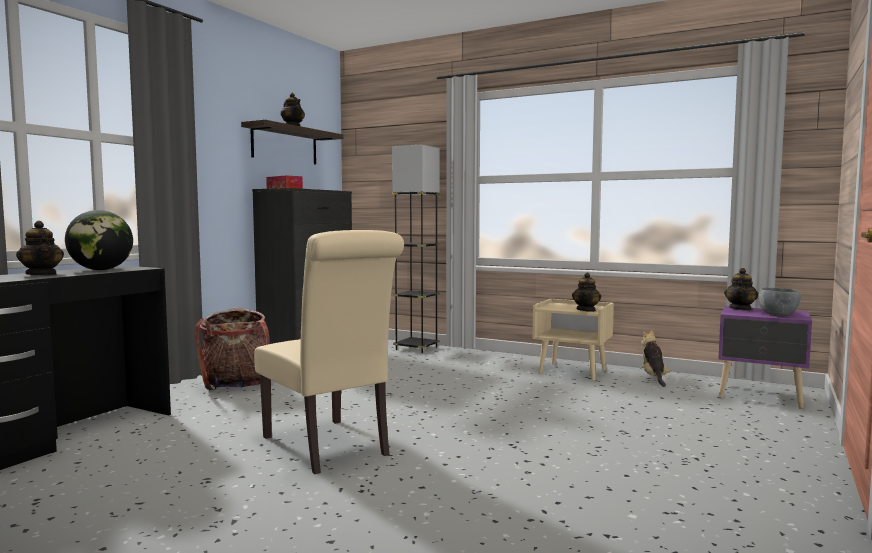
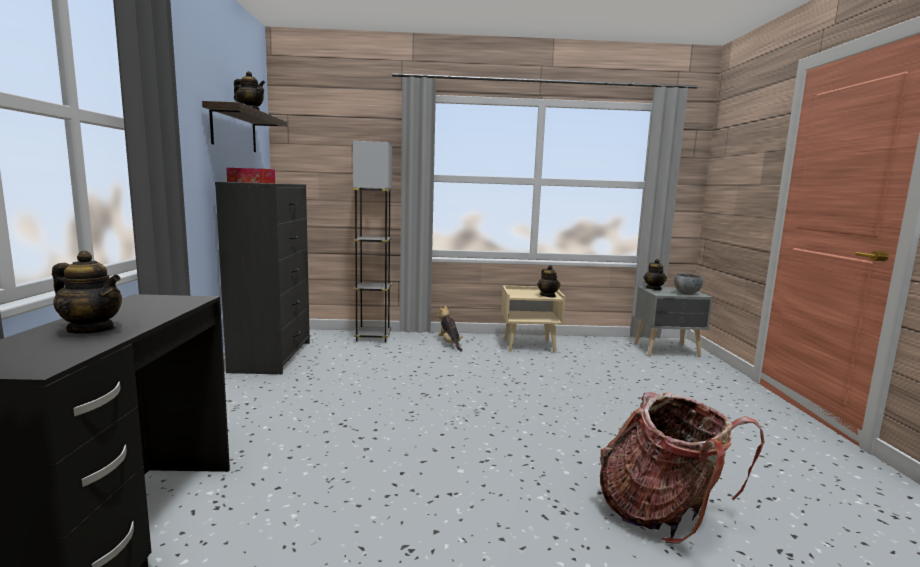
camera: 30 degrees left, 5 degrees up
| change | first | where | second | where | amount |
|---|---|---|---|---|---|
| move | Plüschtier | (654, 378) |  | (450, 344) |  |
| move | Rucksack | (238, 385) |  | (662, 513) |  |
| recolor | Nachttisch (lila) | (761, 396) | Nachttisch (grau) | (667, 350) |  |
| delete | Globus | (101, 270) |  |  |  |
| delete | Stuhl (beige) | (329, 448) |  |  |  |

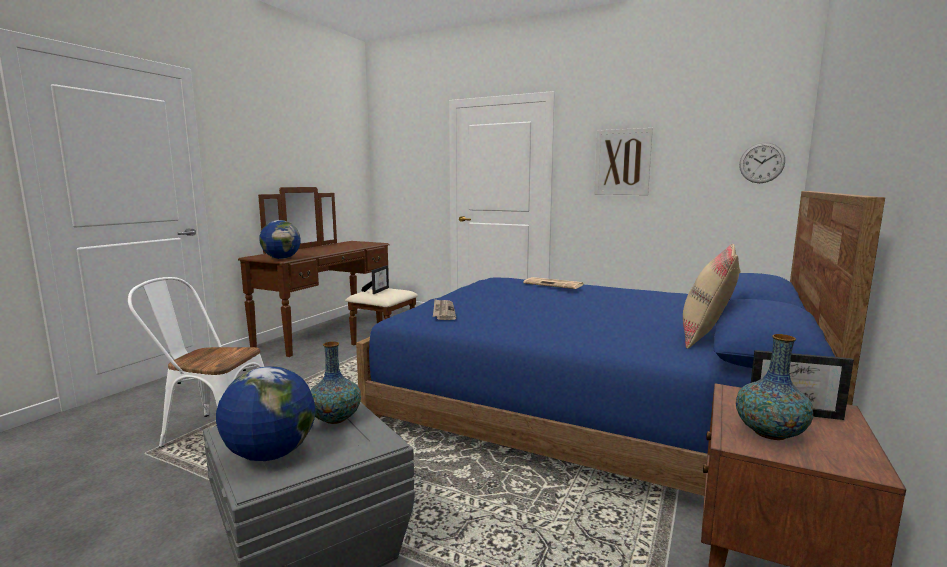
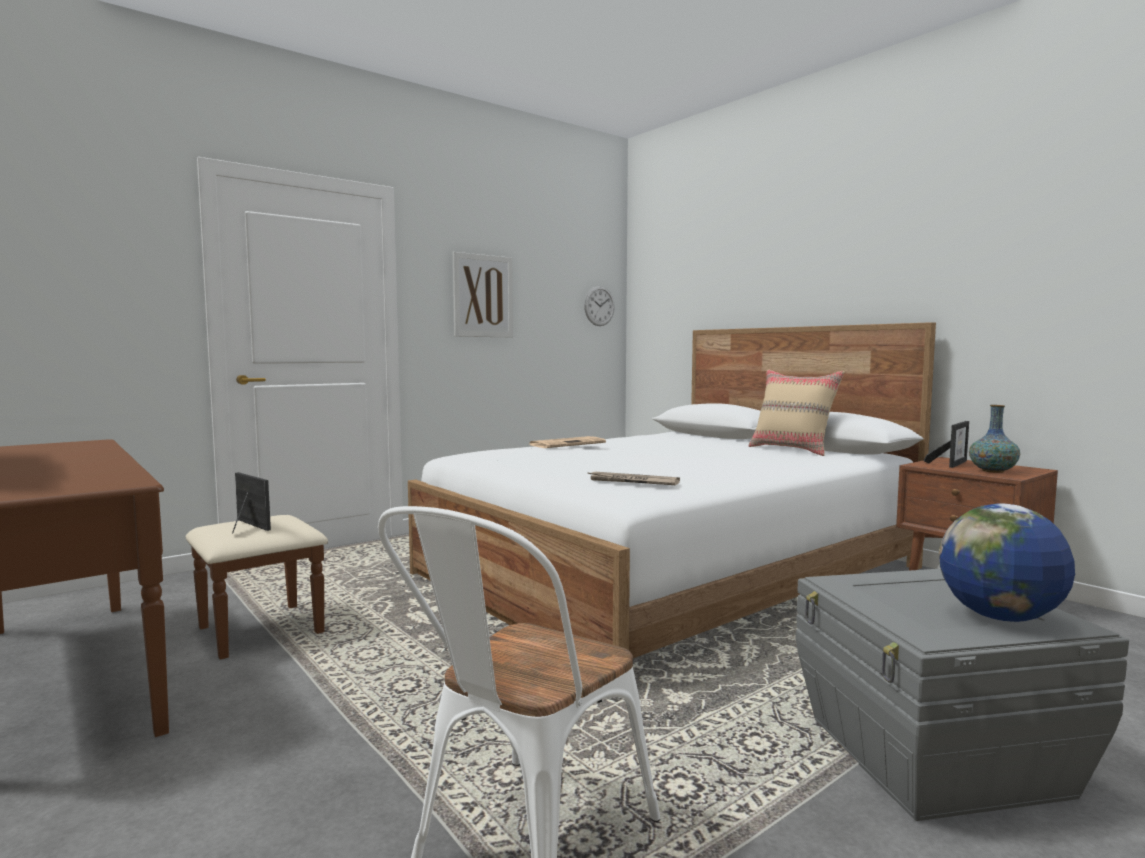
camera: 65 degrees left, 5 degrees down
| change | first | where | second | where | amount |
|---|---|---|---|---|---|
| recolor | Bett (blau) | (589, 408) | Bett (weiß) | (671, 571) |  |
| delete | Globus | (281, 258) |  |  |  |
| delete | Vase | (335, 418) |  |  |  |

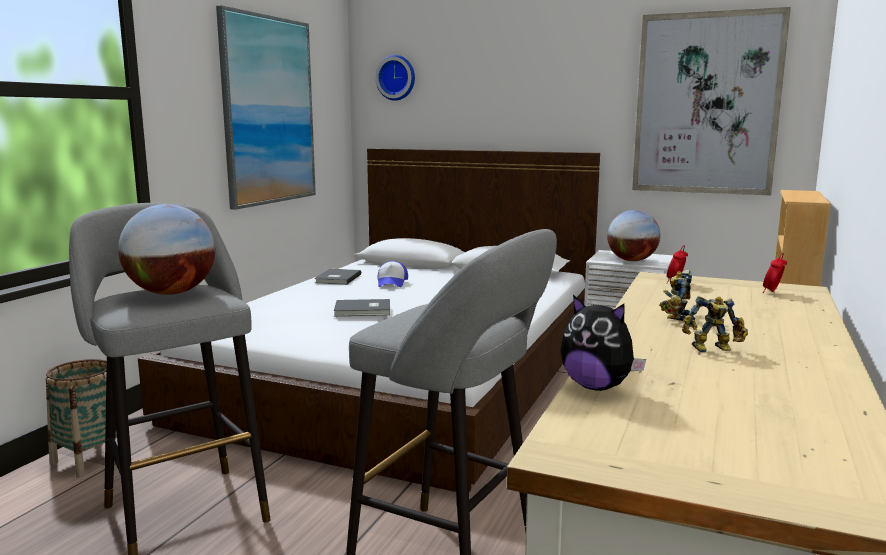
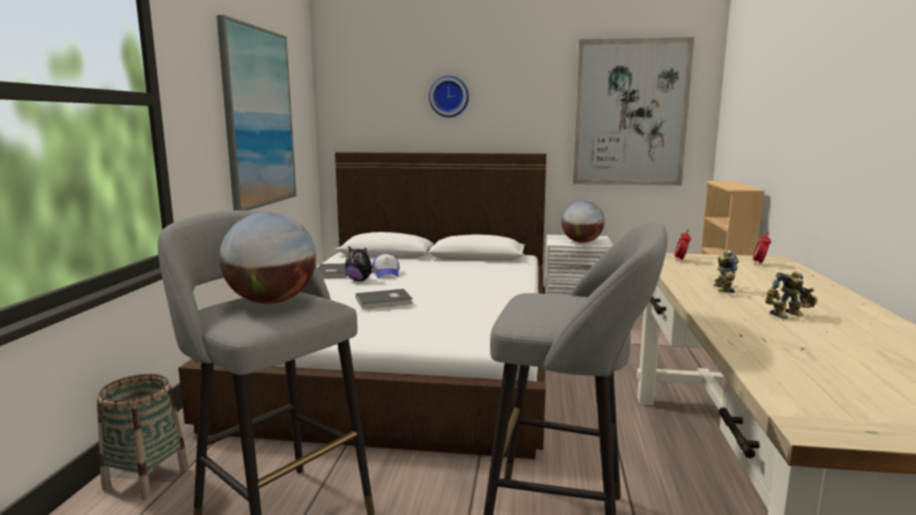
camera: 15 degrees left, 0 degrees up
| change | first | where | second | where | amount |
|---|---|---|---|---|---|
| move | Plüschtier | (597, 386) |  | (360, 280) |  |
| move | Wanduhr | (396, 78) |  | (449, 96) |  |

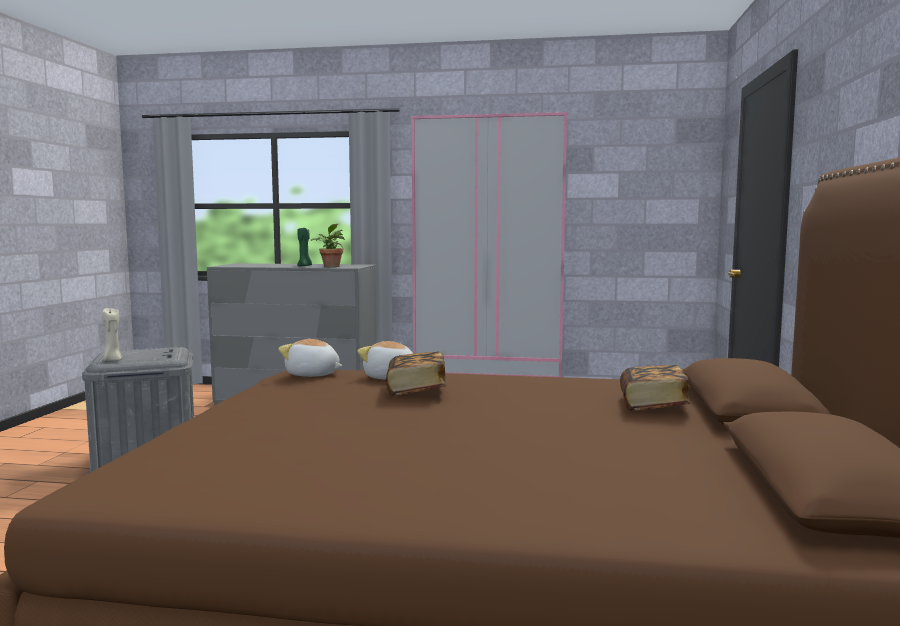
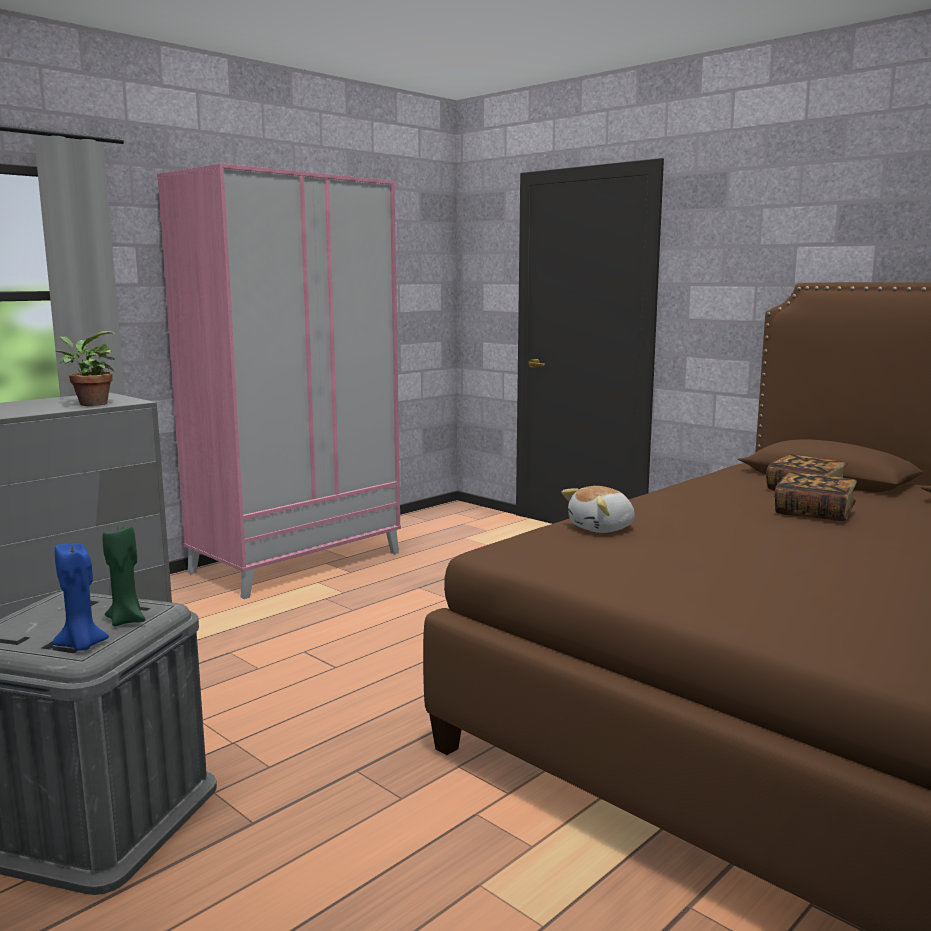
camera: 55 degrees left, 5 degrees up
| change | first | where | second | where | amount |
|---|---|---|---|---|---|
| recolor | Kerze (beige) | (112, 360) | Kerze (blau) | (82, 646) |  |
| move | Kerze (grün) | (304, 266) |  | (127, 620) |  |
| move | Buch | (416, 390) |  | (814, 513) |  |
| delete | Plüschtier | (312, 375) |  |  |  |

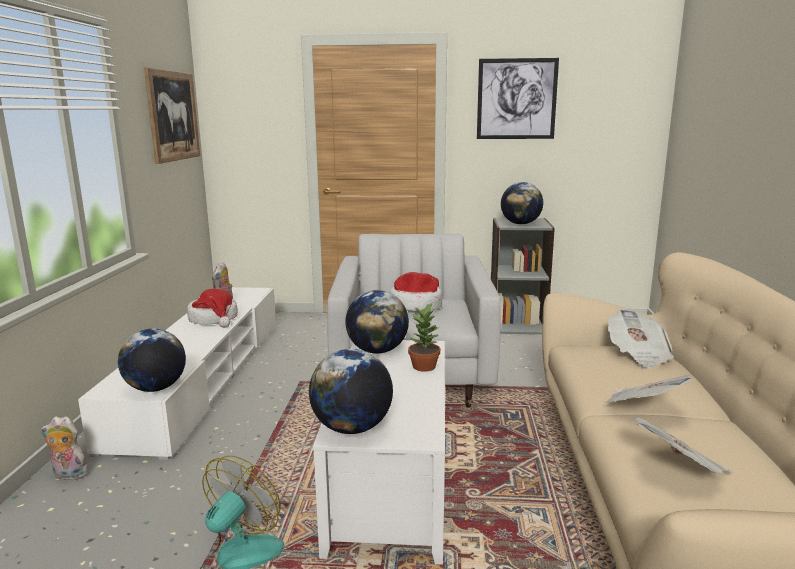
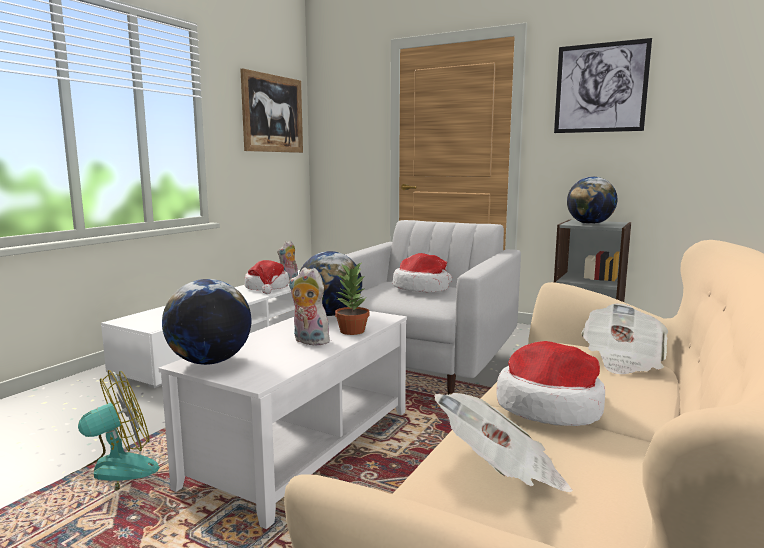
camera: 25 degrees right, 5 degrees down
| change | first | where | second | where | amount |
|---|---|---|---|---|---|
| move | Plüschtier | (68, 475) |  | (308, 341) |  |
| replace | Zeitung | (643, 408) | Hut | (550, 407) |  |
| delete | Globus | (156, 388) |  |  |  |

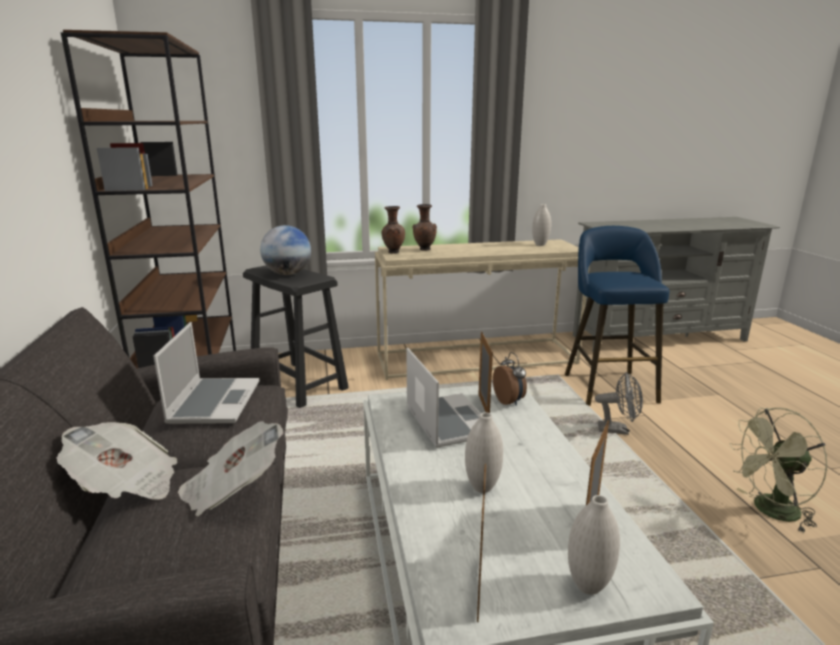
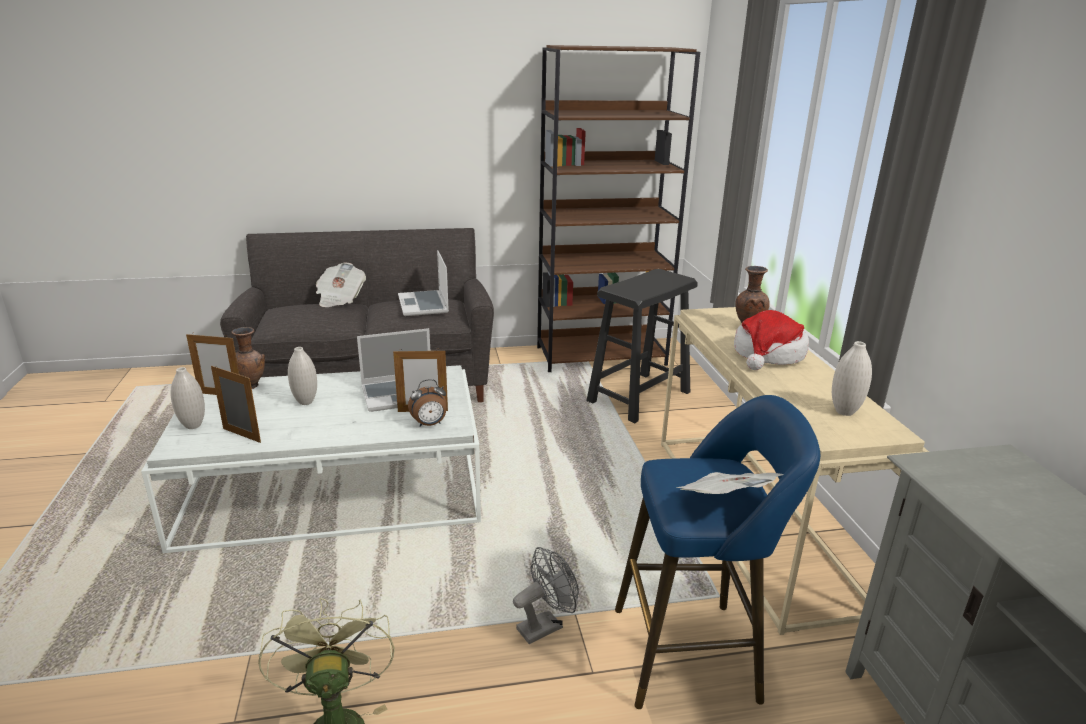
camera: 90 degrees right, 5 degrees up
| change | first | where | second | where | amount |
|---|---|---|---|---|---|
| move | Vase (braun) | (393, 252) |  | (252, 386) |  |
| rotate | Laptop | (214, 402) |  | (424, 305) | 75 degrees clockwise |
| rotate | Ventilator (grau) | (618, 430) |  | (545, 625) | 135 degrees counterclockwise |
| move | Zeitung | (232, 489) |  | (725, 503) |  |
| insert |  |  | Hut | (768, 354) |  |
| delete | Globus | (287, 274) |  |  |  |

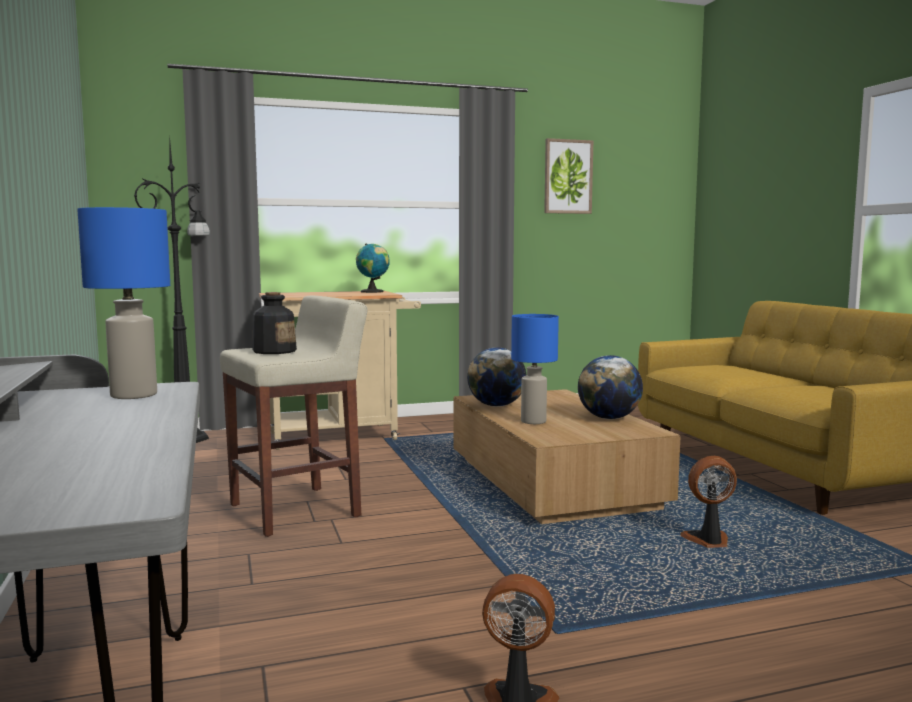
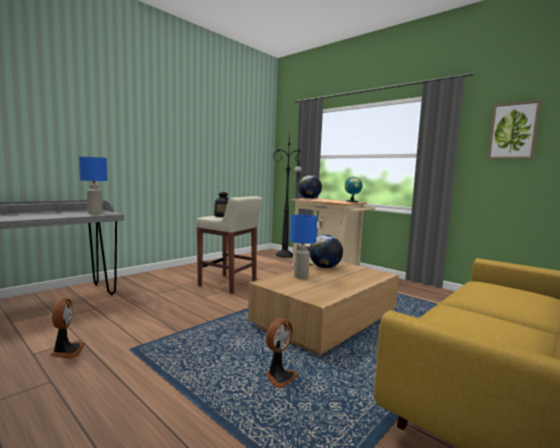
camera: 60 degrees right, 0 degrees up
| change | first | where | second | where | amount |
|---|---|---|---|---|---|
| rotate | Ventilator | (708, 541) |  | (279, 377) | 75 degrees clockwise |
| move | Globus | (609, 418) |  | (309, 198) |  |

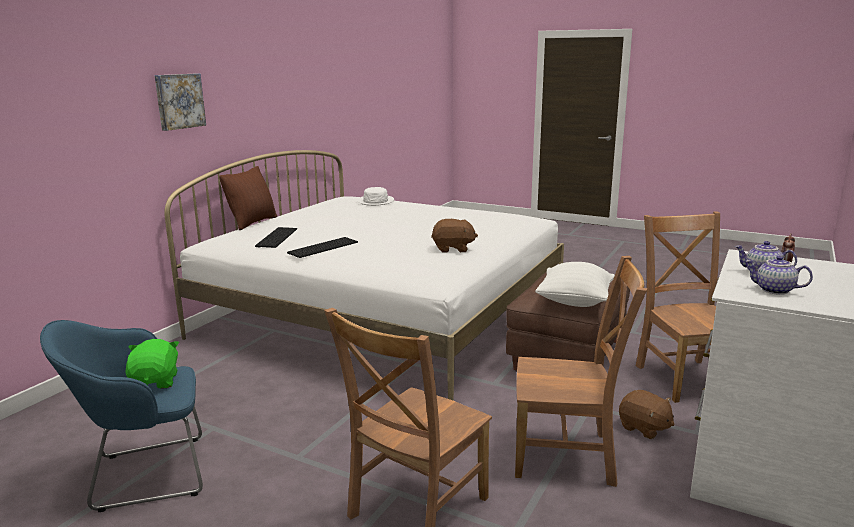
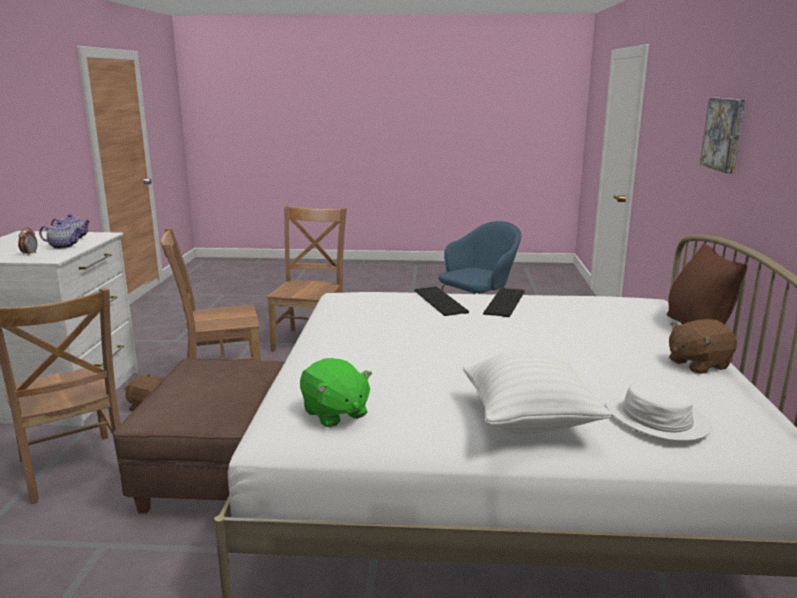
camera: 155 degrees right, 0 degrees up
| change | first | where | second | where | amount |
|---|---|---|---|---|---|
| move | Plüschtier (grün) | (156, 382) |  | (335, 413) |  |
| move | Tastatur | (276, 237) |  | (442, 301) |  |
| move | Kissen (weiß) | (574, 302) |  | (529, 421) |  |
| move | Plüschtier (braun) | (453, 249) |  | (697, 364) |  |

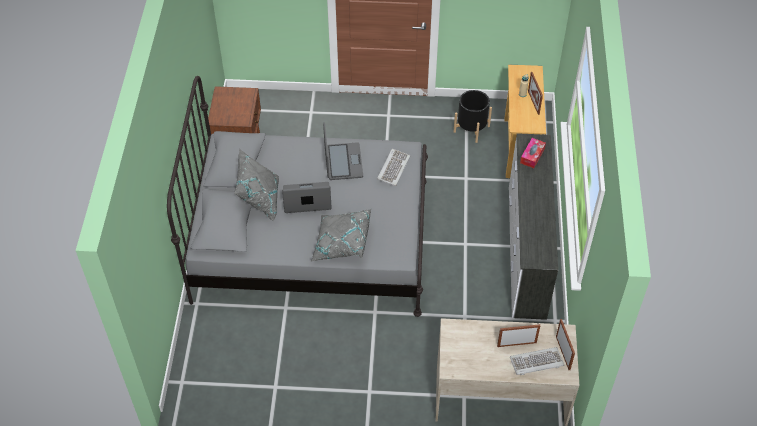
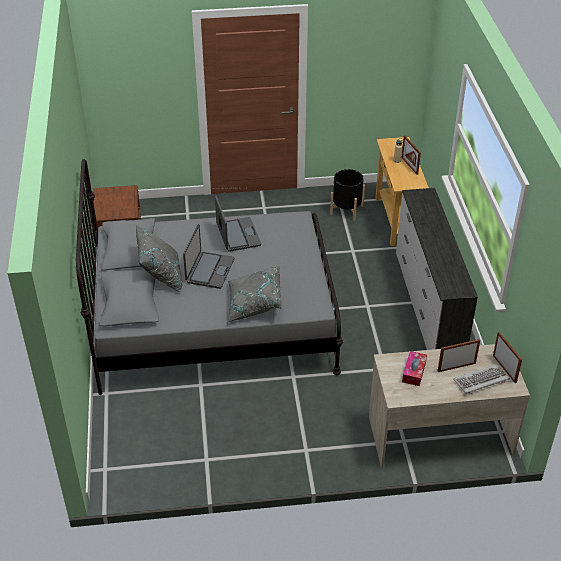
camera: 10 degrees left, 10 degrees down
| change | first | where | second | where | amount |
|---|---|---|---|---|---|
| rotate | Laptop | (307, 199) |  | (209, 270) | 120 degrees clockwise |
| move | Taschentuchbox | (532, 156) |  | (414, 372) |  |
| delete | Tastatur | (393, 168) |  |  |  |

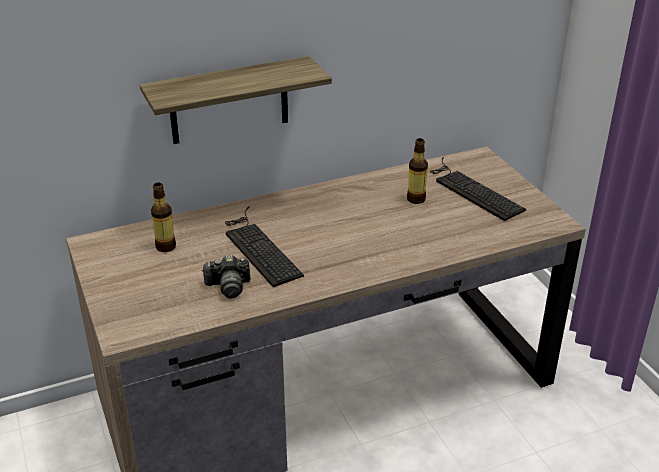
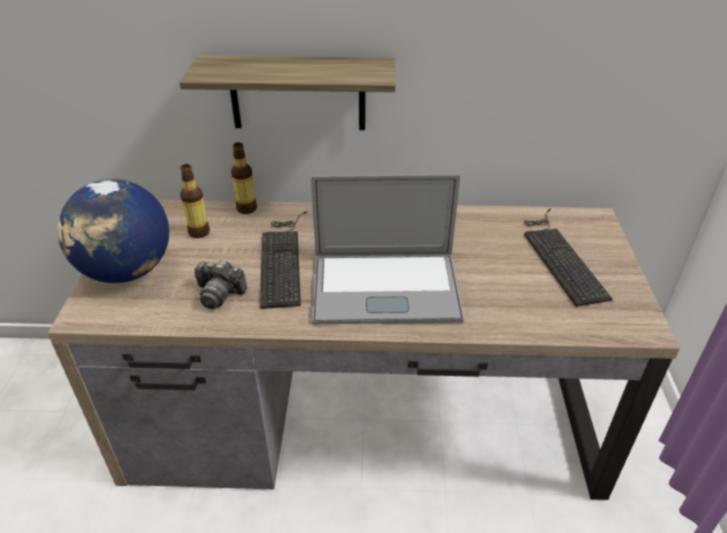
camera: 25 degrees right, 5 degrees up
| change | first | where | second | where | amount |
|---|---|---|---|---|---|
| insert |  |  | Globus | (127, 271) |  |
| move | Flasche | (416, 199) |  | (246, 209) |  |
| insert |  |  | Laptop | (385, 288) |  |

